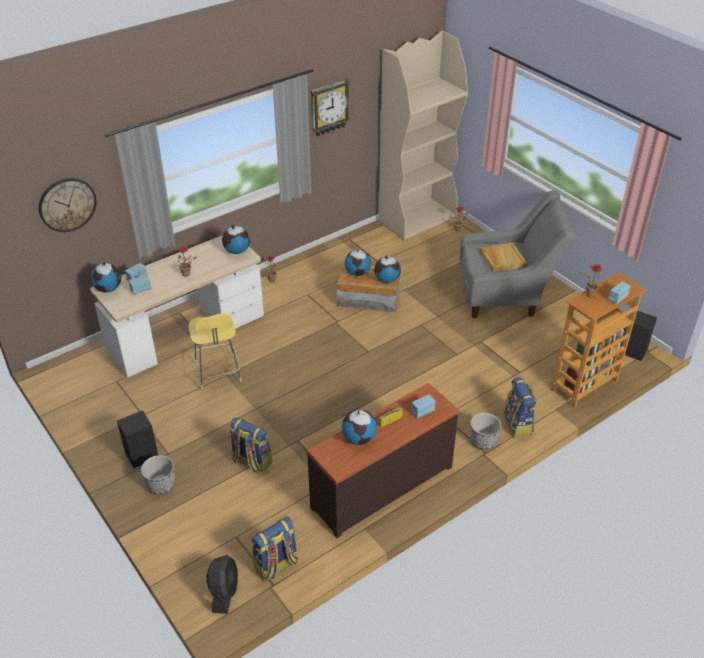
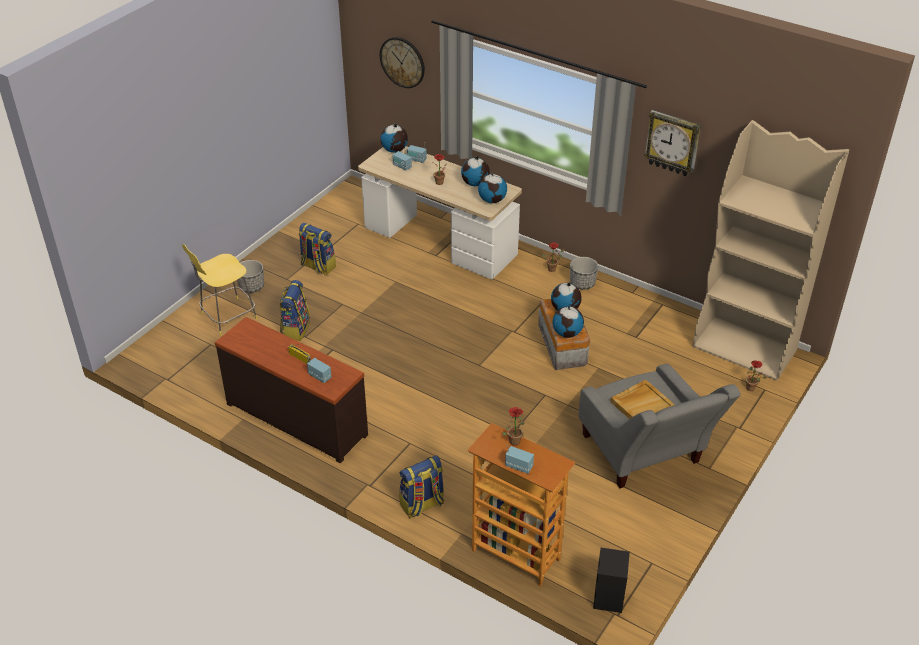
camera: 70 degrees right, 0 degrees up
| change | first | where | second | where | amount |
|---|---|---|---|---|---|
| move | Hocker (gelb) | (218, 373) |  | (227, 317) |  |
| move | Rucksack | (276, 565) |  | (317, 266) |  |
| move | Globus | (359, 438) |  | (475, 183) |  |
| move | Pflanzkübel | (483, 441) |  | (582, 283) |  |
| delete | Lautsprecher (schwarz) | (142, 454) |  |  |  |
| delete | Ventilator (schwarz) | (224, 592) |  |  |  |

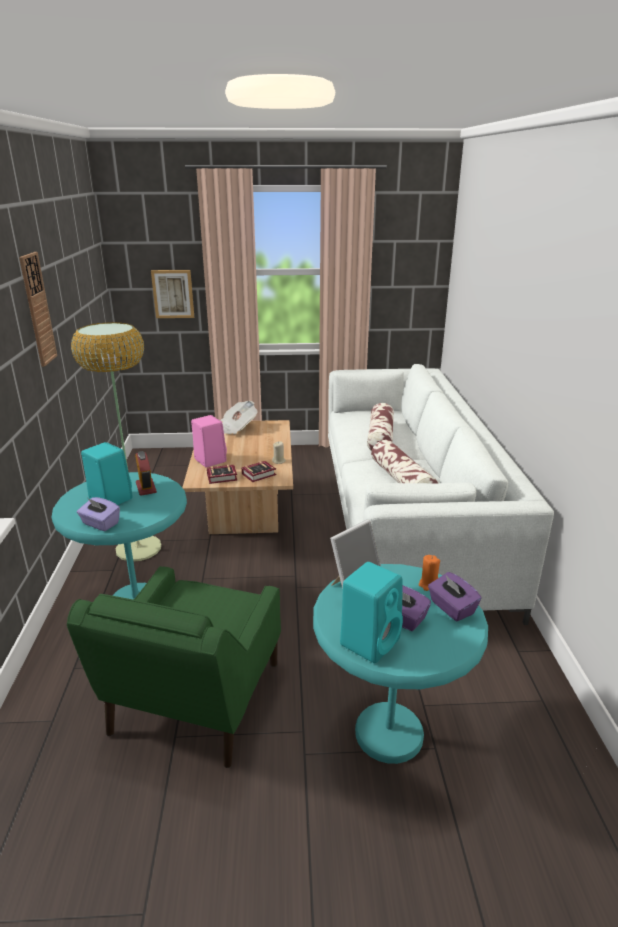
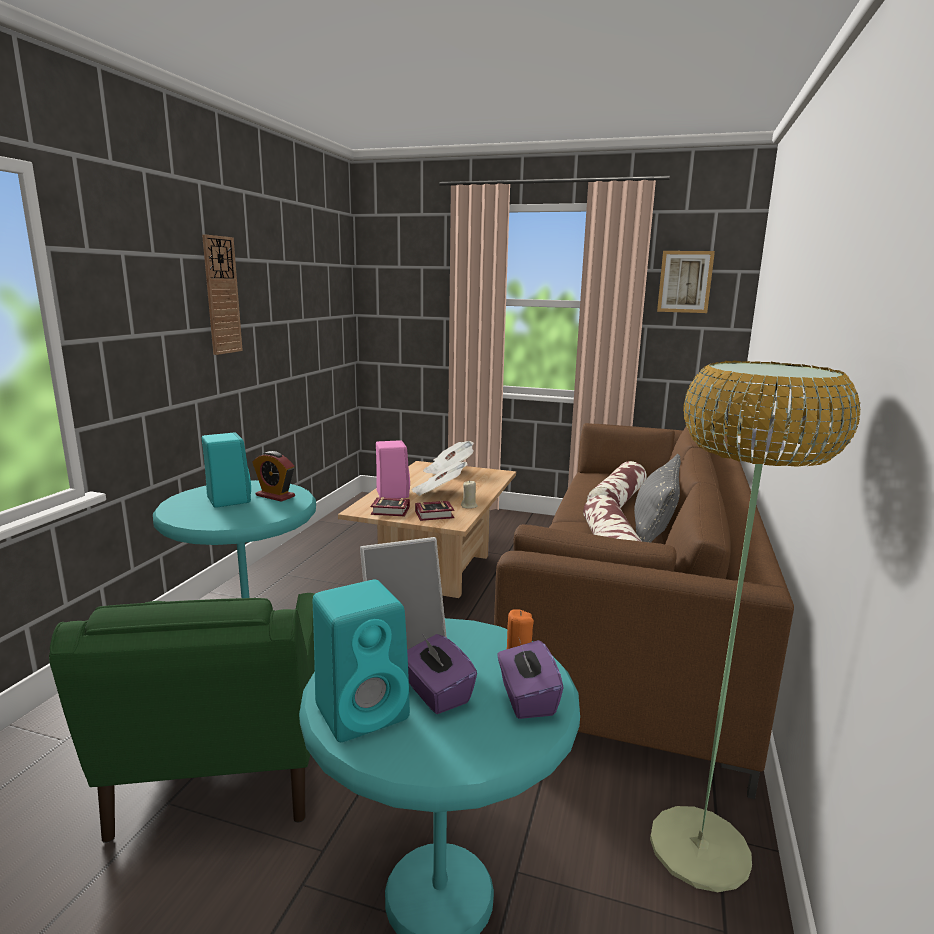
camera: 20 degrees right, 10 degrees down
| change | first | where | second | where | amount |
|---|---|---|---|---|---|
| rotate | Sessel (grün) | (195, 700) |  | (224, 765) | 45 degrees counterclockwise |
| rotate | Wecker | (146, 487) |  | (275, 496) | 120 degrees clockwise |
| insert |  |  | Zeitung | (438, 492) |  |
| recolor | Sofa (weiß) | (405, 517) | Sofa (braun) | (634, 613) |  |
| insert |  |  | Kissen (grau) | (655, 531) |  |
| move | Stehlampe | (139, 548) |  | (700, 848) |  |
| move | Bild | (173, 294) |  | (685, 282) |  |
| delete | Taschentuchbox (lila) | (100, 524) |  |  |  |

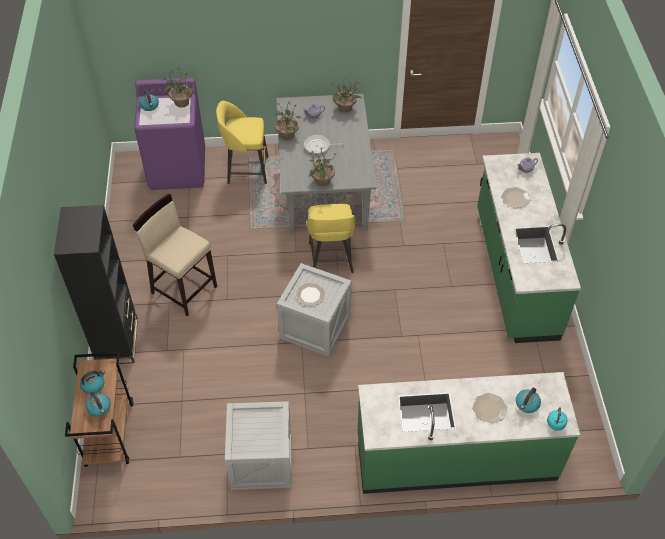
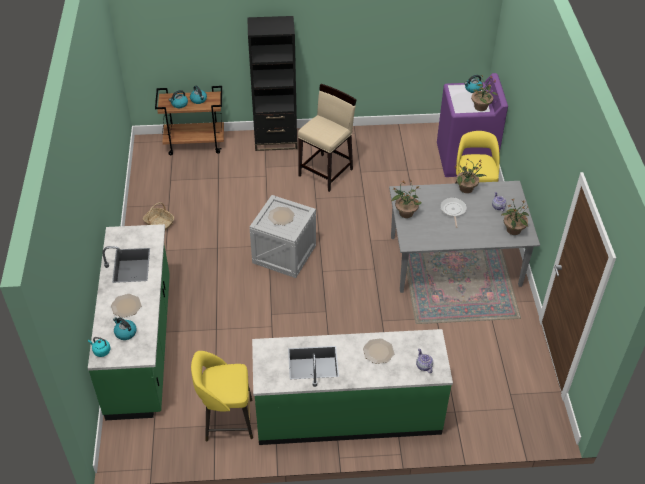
camera: 90 degrees right, 5 degrees down
| change | first | where | second | where | amount |
|---|---|---|---|---|---|
| replace | Kiste | (260, 461) | Korb | (159, 223) |  |
| move | Hocker (gelb) | (331, 259) |  | (227, 420) |  |

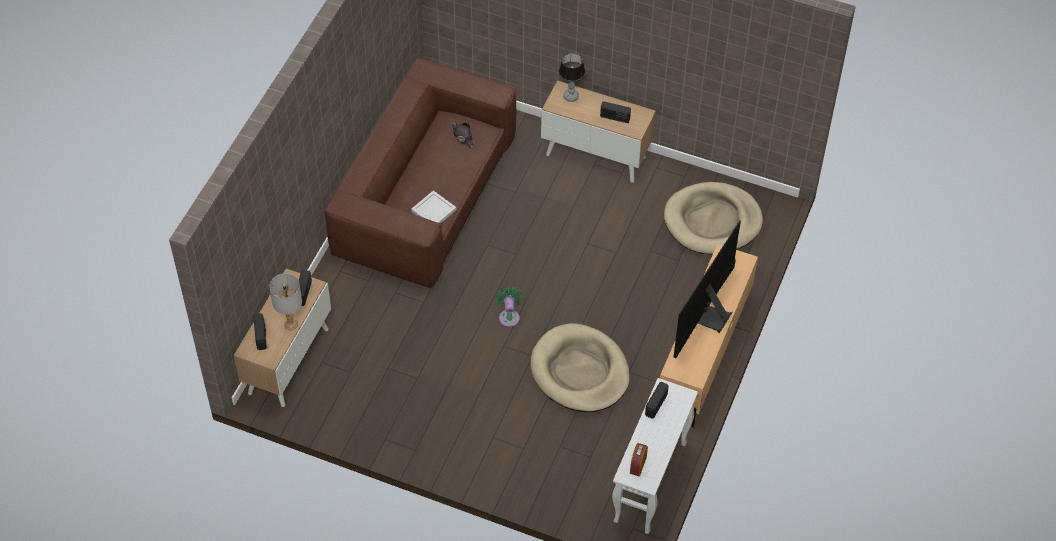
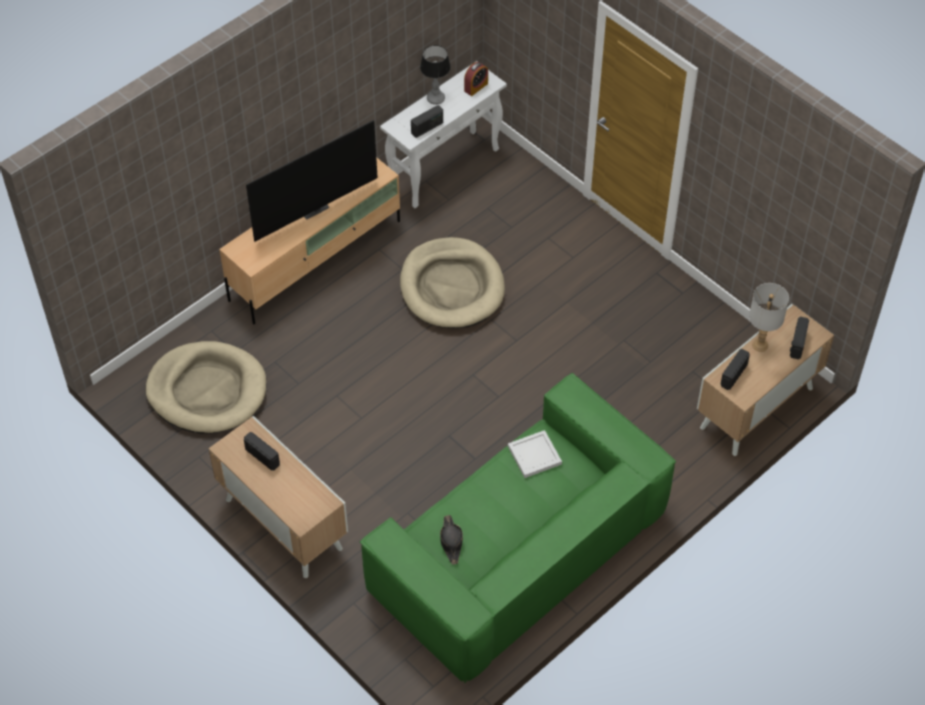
camera: 155 degrees left, 0 degrees up
| change | first | where | second | where | amount |
|---|---|---|---|---|---|
| recolor | Sofa (braun) | (425, 195) | Sofa (grün) | (517, 551) |  |
| move | Tischlampe | (570, 97) |  | (436, 98) |  |
| delete | Ventilator (grün) | (509, 316) |  |  |  |

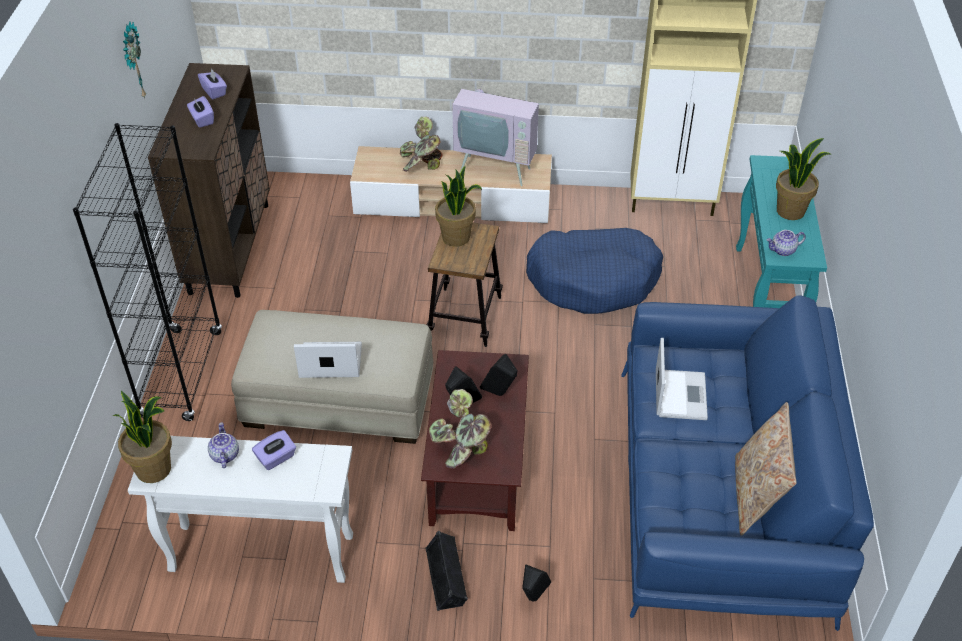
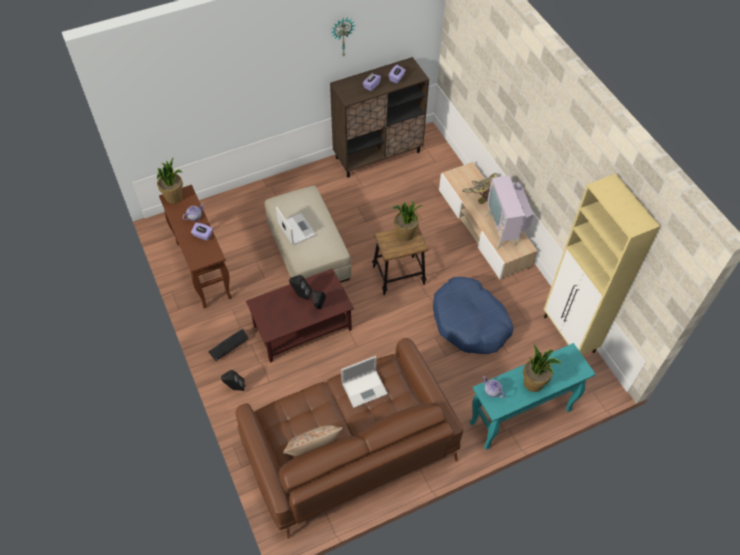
camera: 60 degrees right, 10 degrees up
| change | first | where | second | where | amount |
|---|---|---|---|---|---|
| recolor | Konsolentisch (weiß) | (260, 554) | Konsolentisch (braun) | (202, 269) |  |
| recolor | Sofa (blau) | (721, 493) | Sofa (braun) | (348, 448) |  |
| delete | Bücherregal (schwarz) | (182, 374) |  |  |  |
| delete | Topfpflanze | (461, 448) |  |  |  |

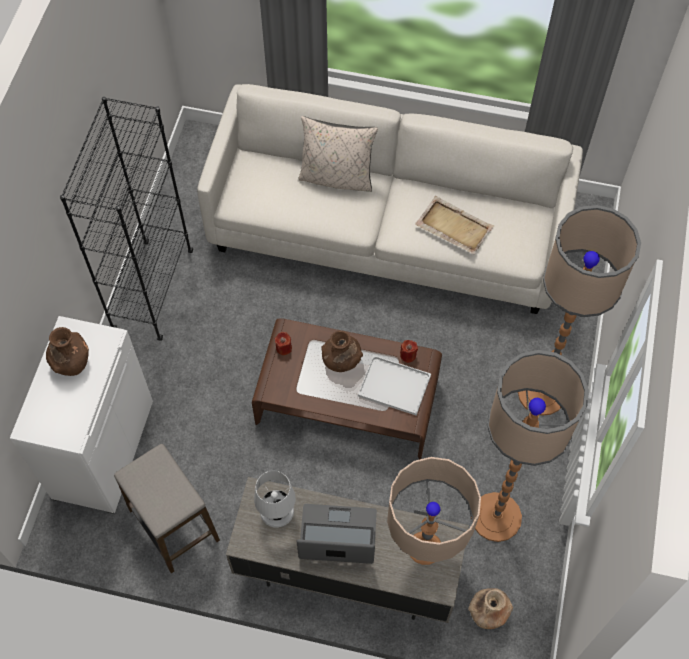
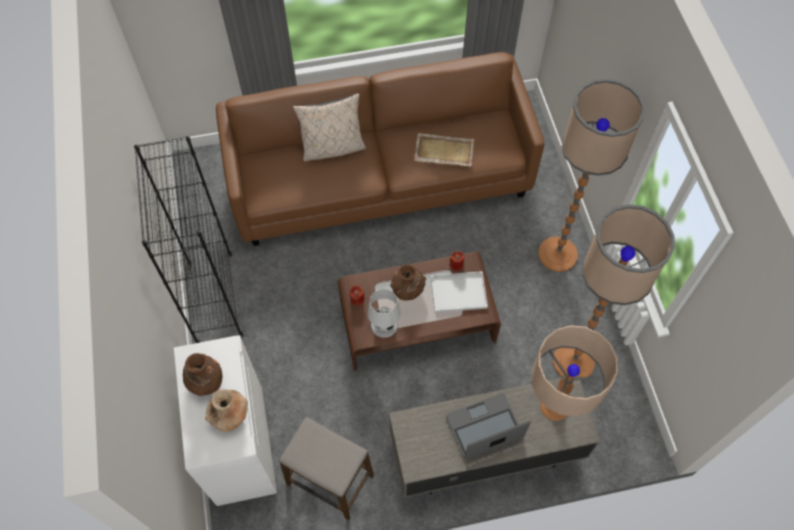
camera: 25 degrees left, 0 degrees up
| change | first | where | second | where | amount |
|---|---|---|---|---|---|
| move | Vase (braun) | (488, 612) |  | (230, 415) |  |
| recolor | Sofa (weiß) | (388, 231) | Sofa (braun) | (380, 178) |  |
| move | Tischlampe (weiß) | (276, 511) |  | (384, 325) |  |

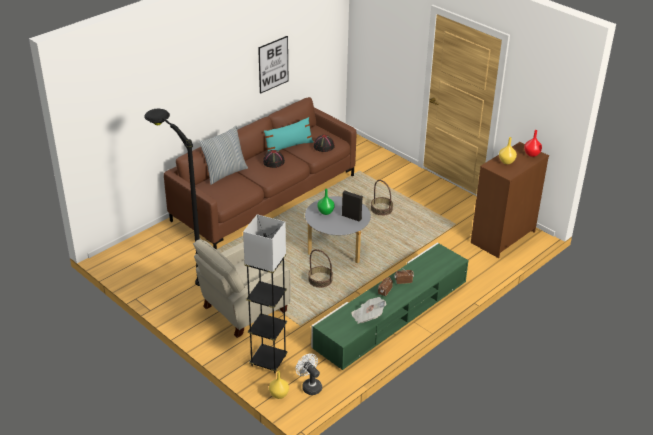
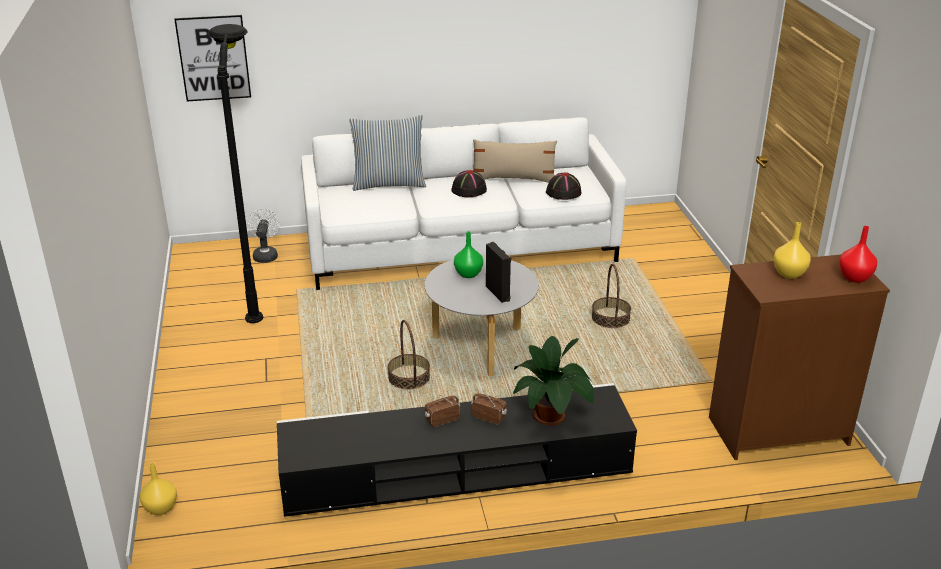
camera: 35 degrees right, 5 degrees down
| change | first | where | second | where | amount |
|---|---|---|---|---|---|
| move | Bild | (273, 64) |  | (213, 58) |  |
| move | Ventilator (weiß) | (310, 386) |  | (265, 255) |  |
| recolor | Fernsehschrank (grün) | (391, 315) | Fernsehschrank (schwarz) | (455, 470) |  |
| recolor | Sofa (braun) | (265, 198) | Sofa (weiß) | (461, 249) |  |
| recolor | Kissen (türkis) | (288, 147) | Kissen (beige) | (513, 179) |  |
| insert |  |  | Topfpflanze | (552, 416) |  |
| delete | Sessel (beige) | (242, 310) |  |  |  |
| delete | Stehlampe (grau) | (268, 361) |  |  |  |
| delete | Zeitung | (367, 317) |  |  |  |

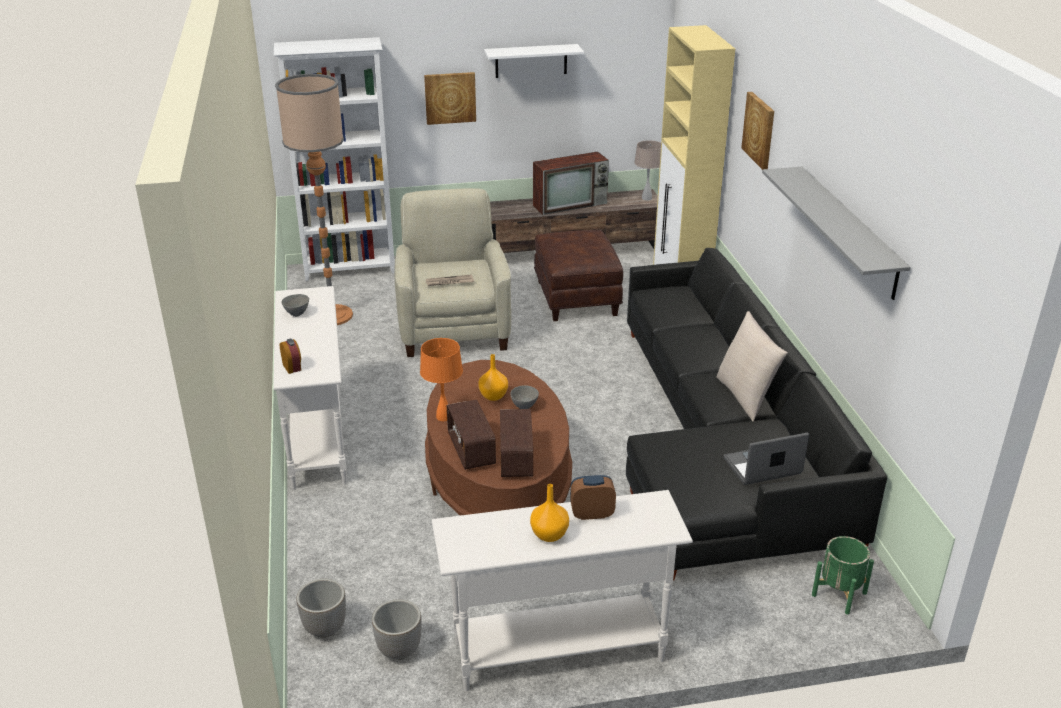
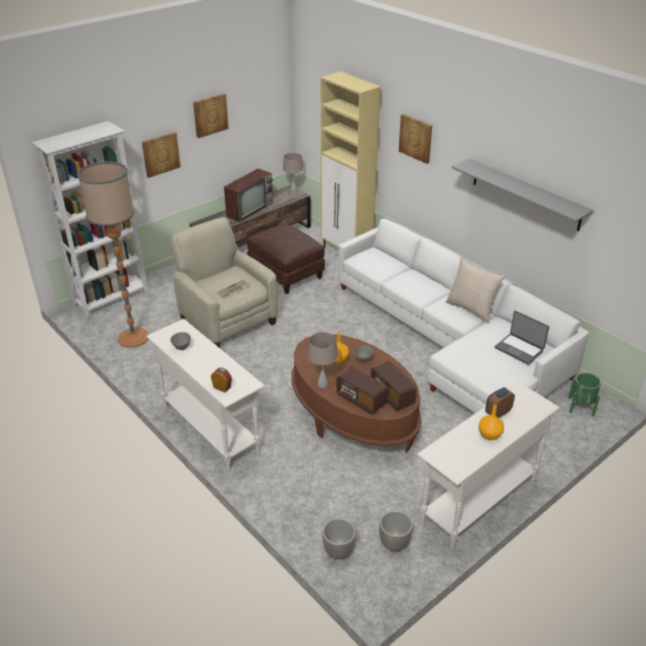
camera: 30 degrees left, 5 degrees up
| change | first | where | second | where | amount |
|---|---|---|---|---|---|
| replace | Wandregal (weiß) | (531, 61) | Bild | (210, 115) |  |
| recolor | Tischlampe (orange) | (443, 417) | Tischlampe (beige) | (322, 384) |  |
| recolor | Sofa (schwarz) | (723, 445) | Sofa (weiß) | (453, 341) |  |
| rotate | Laptop | (763, 467) |  | (519, 349) | 90 degrees counterclockwise |

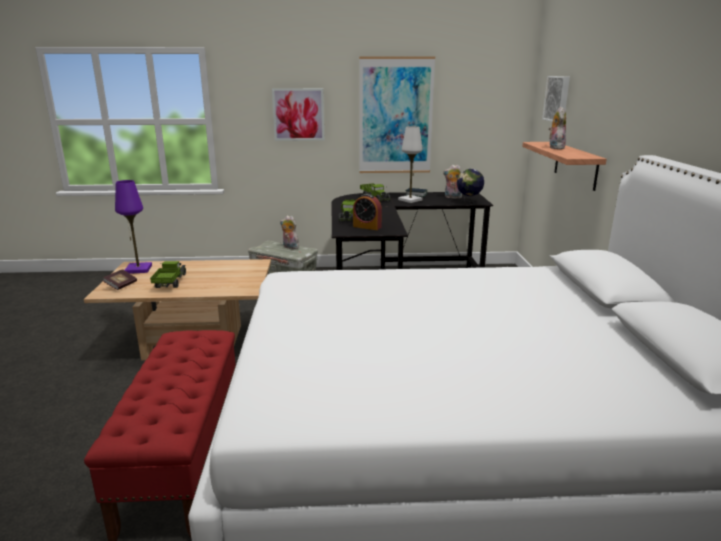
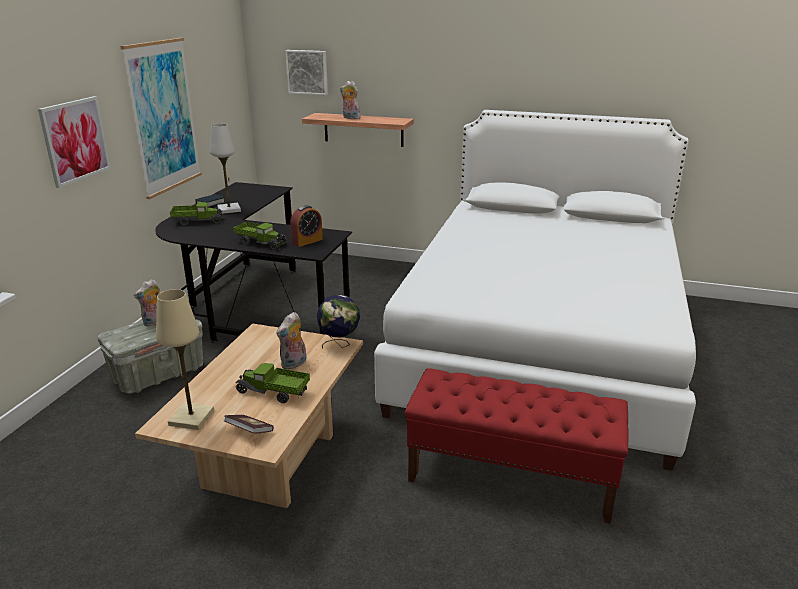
camera: 70 degrees left, 5 degrees up
| change | first | where | second | where | amount |
|---|---|---|---|---|---|
| recolor | Tischlampe (lila) | (138, 269) | Tischlampe (beige) | (191, 418) |  |
| move | Plüschtier | (452, 197) |  | (294, 364) |  |
| move | Globus | (468, 203) |  | (339, 345) |  |

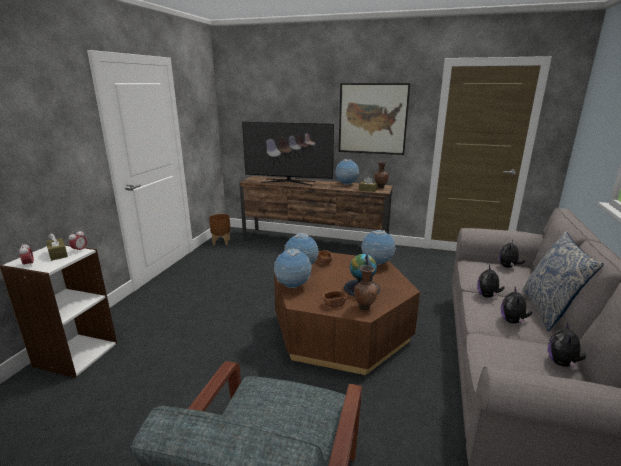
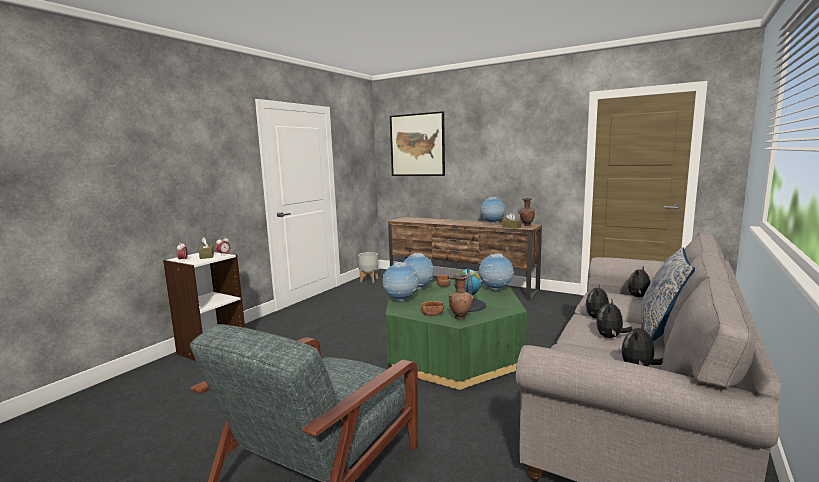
camera: 15 degrees right, 10 degrees down
| change | first | where | second | where | amount |
|---|---|---|---|---|---|
| recolor | Pflanzkübel (braun) | (221, 242) | Pflanzkübel (grau) | (369, 280) |  |
| recolor | Couchtisch (braun) | (341, 330) | Couchtisch (grün) | (453, 354) |  |
| move | Bild | (372, 119) |  | (417, 145) |  |
| delete | Fernseher | (288, 182) |  |  |  |

